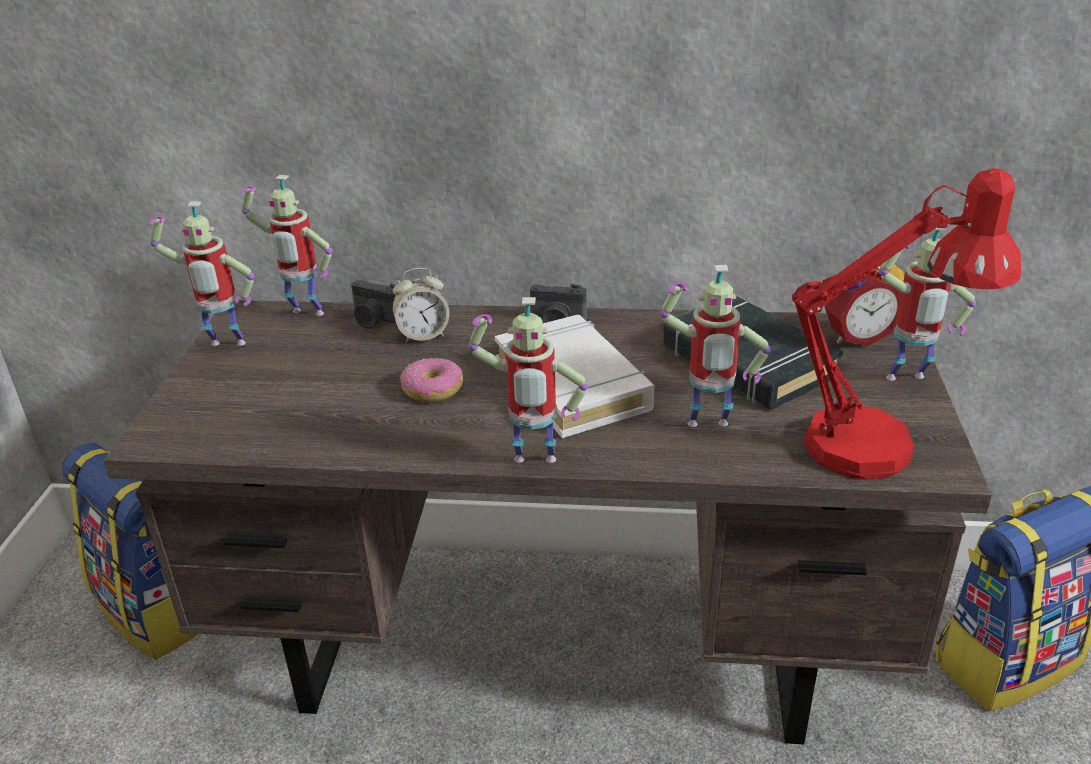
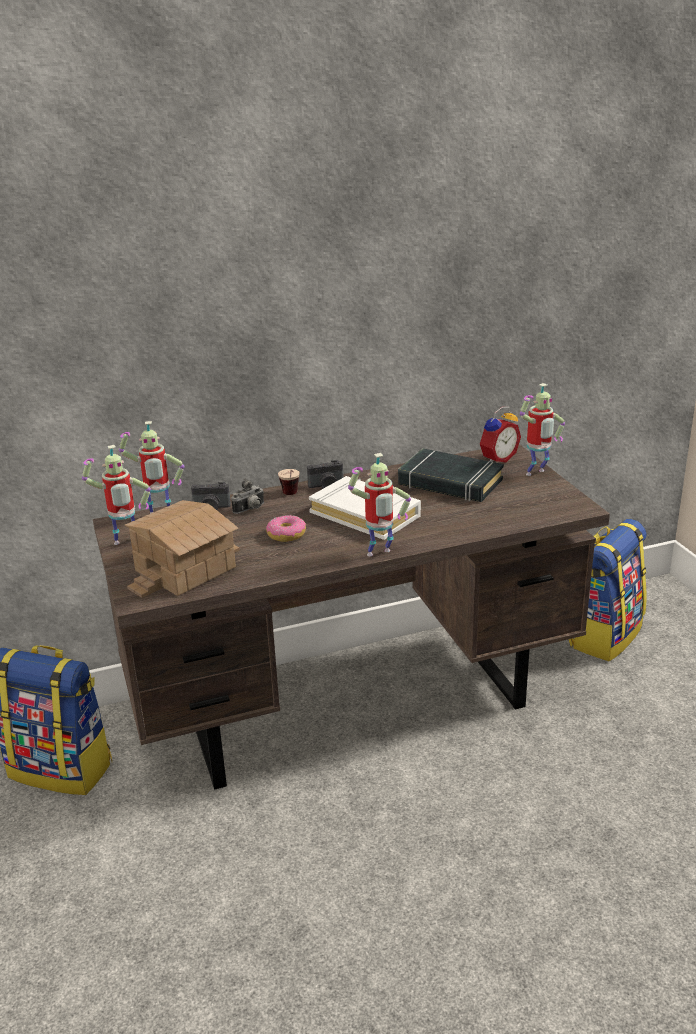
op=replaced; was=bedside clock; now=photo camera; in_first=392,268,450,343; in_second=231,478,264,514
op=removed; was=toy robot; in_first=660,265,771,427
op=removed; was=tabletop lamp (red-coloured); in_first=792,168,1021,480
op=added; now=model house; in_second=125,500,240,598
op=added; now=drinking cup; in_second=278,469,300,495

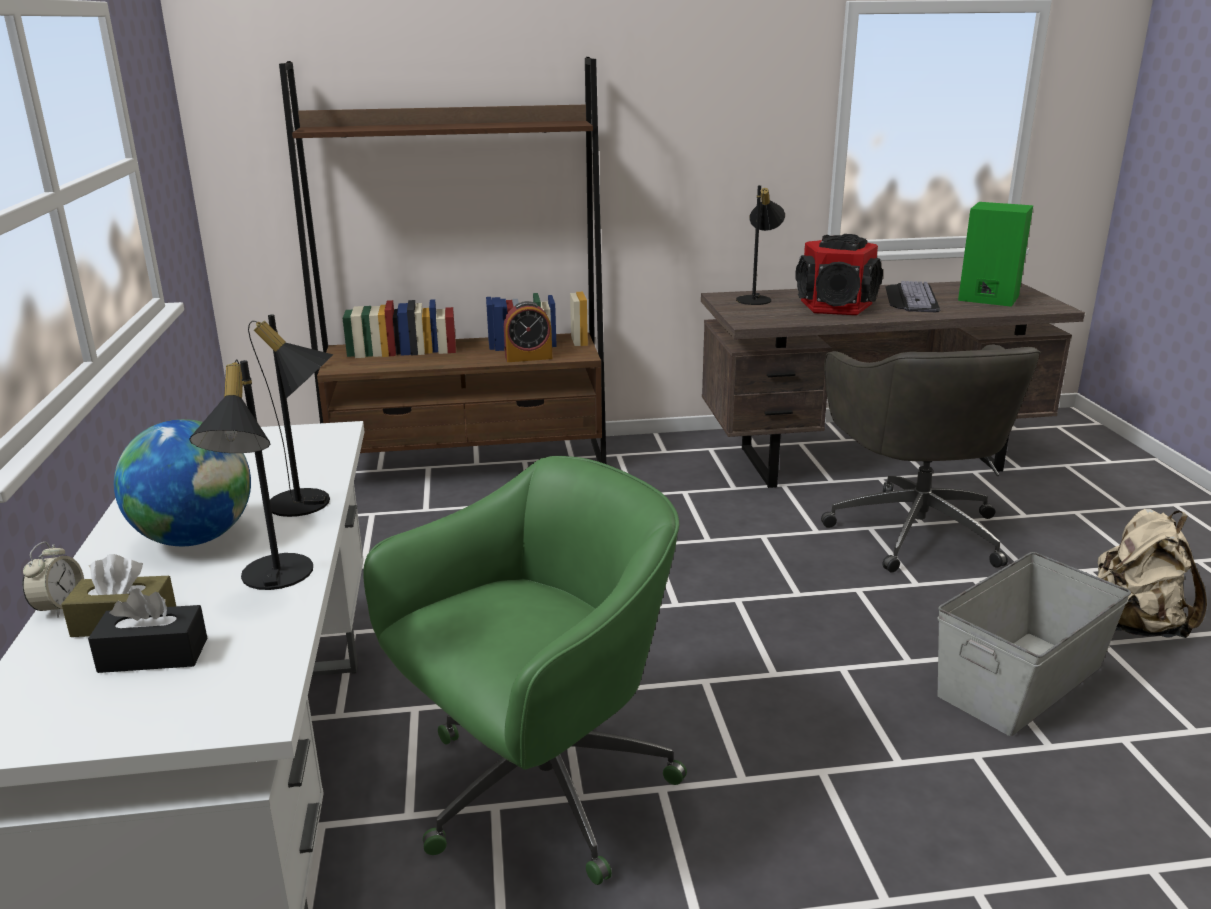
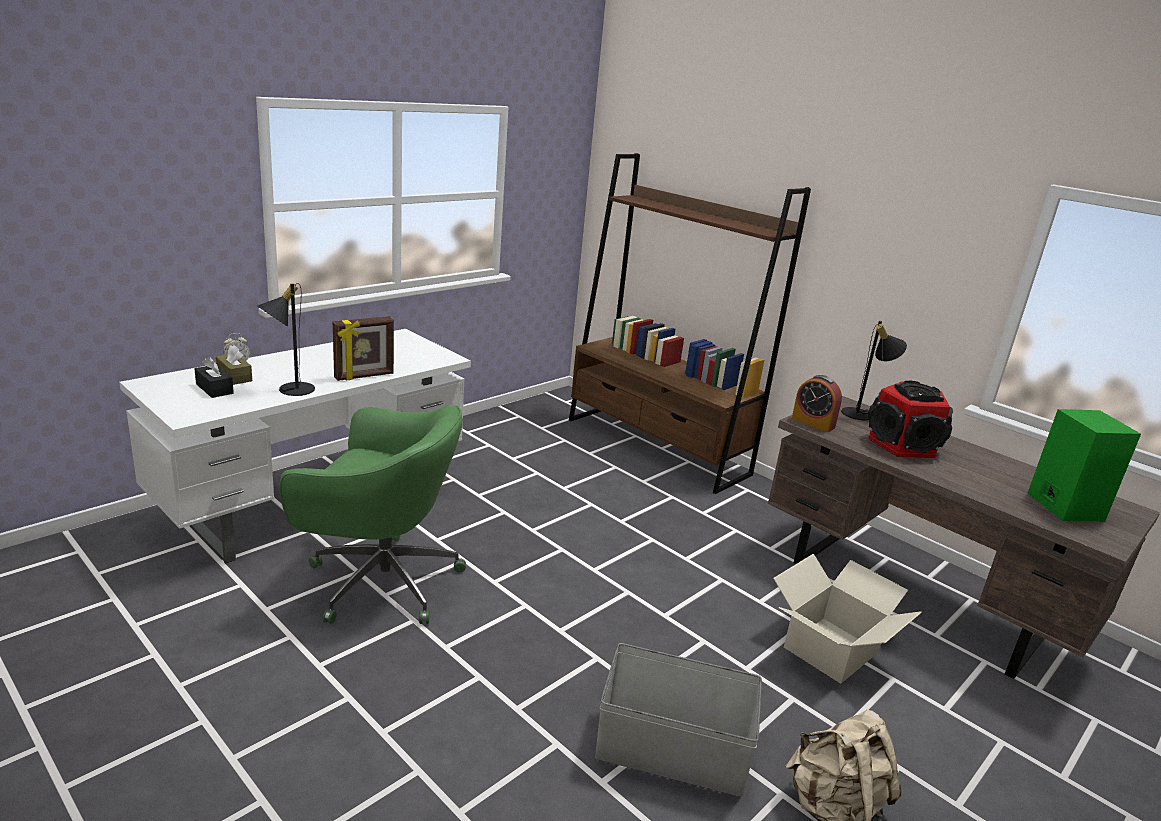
op=removed; was=globe; in_first=114,419,251,546
op=replaced; was=tabletop lamp (blackish); now=picture frame; in_first=248,314,333,517; in_second=333,316,394,381
op=moved; was=bedside clock; in_first=504,301,552,362; in_second=792,375,842,432
op=replaced; was=desk chair (gray); now=cardboard box; in_first=821,345,1041,573; in_second=773,554,922,684
op=removed; was=computer keyboard; in_first=885,281,940,312

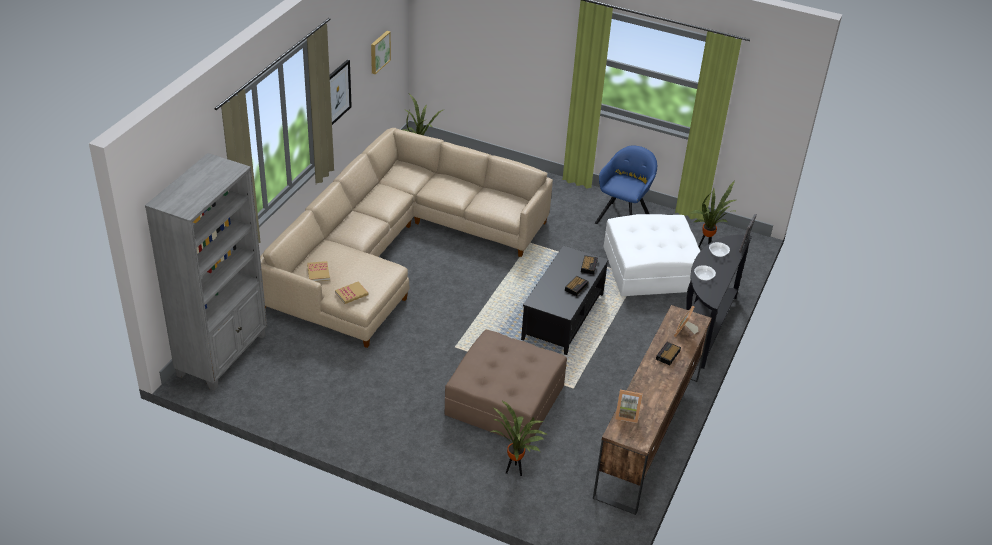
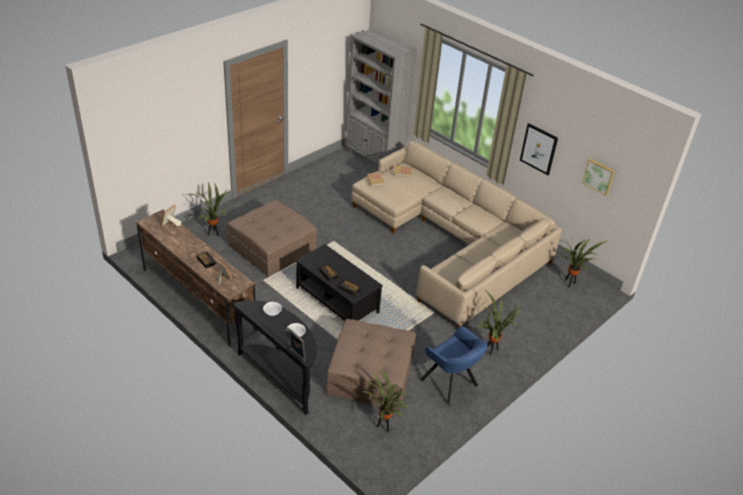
op=recoloured; was=ottoman (whitish); now=ottoman (brown); in_first=604,214,700,296; in_second=326,319,416,409
op=added; now=potted plant; in_second=478,289,522,355

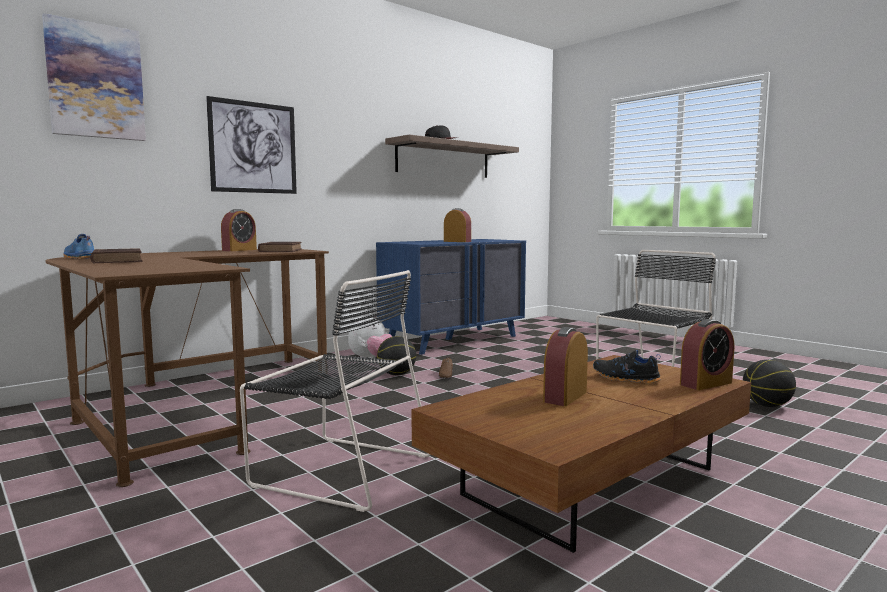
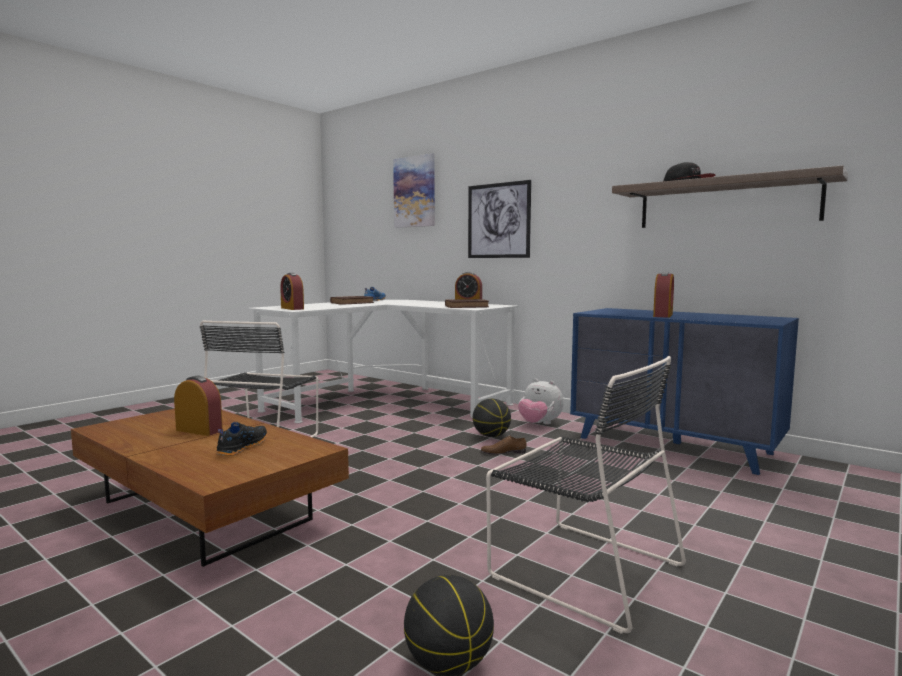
op=recoloured; was=desk (brown); now=desk (whitish); in_first=45,249,329,487; in_second=248,300,519,423
op=moved; was=bedside clock; in_first=680,319,734,390; in_second=280,273,304,310

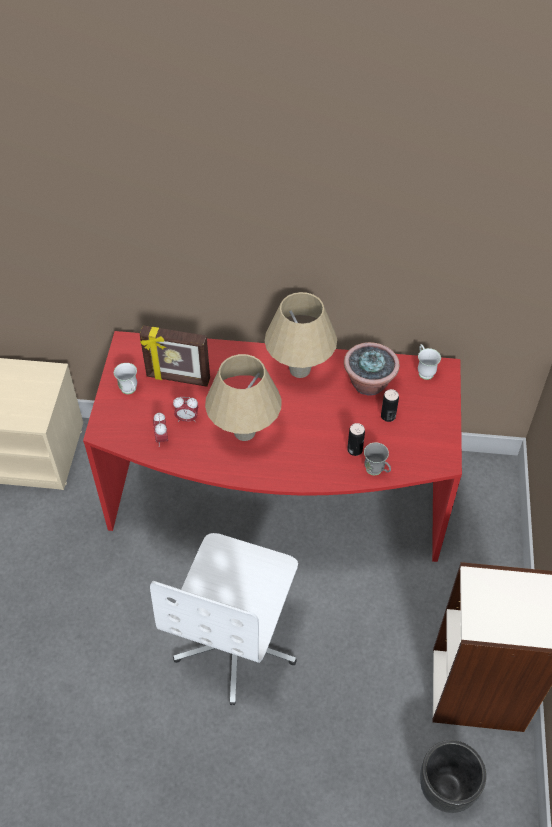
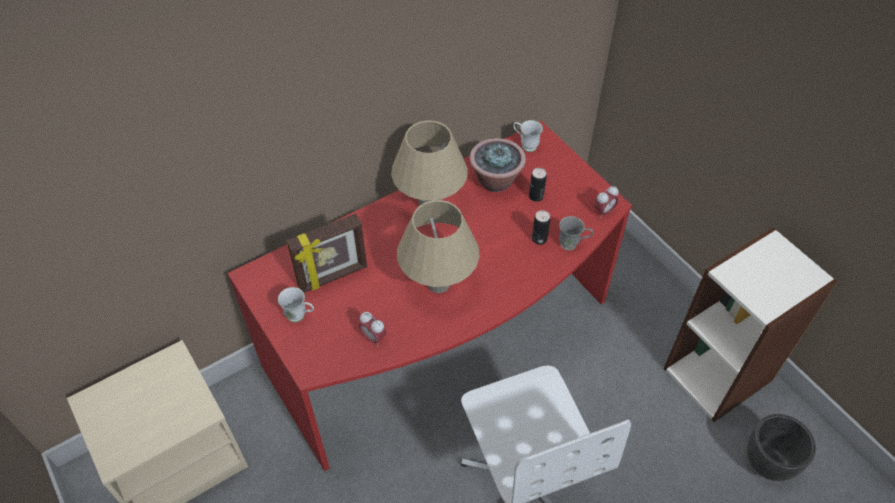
op=moved; was=bedside clock; in_first=173,397,199,423; in_second=594,186,619,219

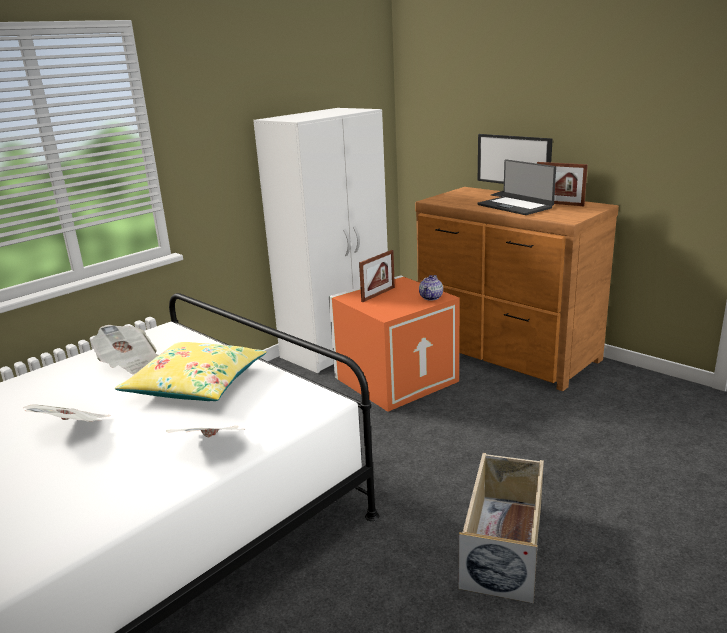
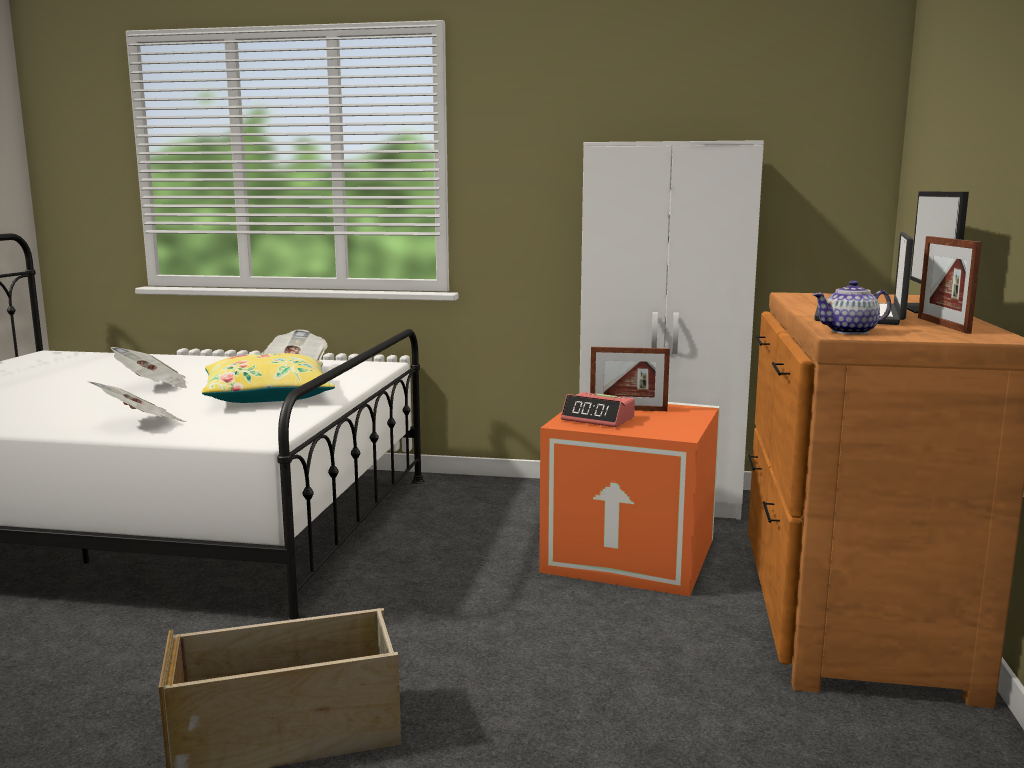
op=moved; was=tea pot; in_first=419,275,443,301; in_second=813,280,891,335
op=added; now=bedside clock; in_second=561,392,635,427

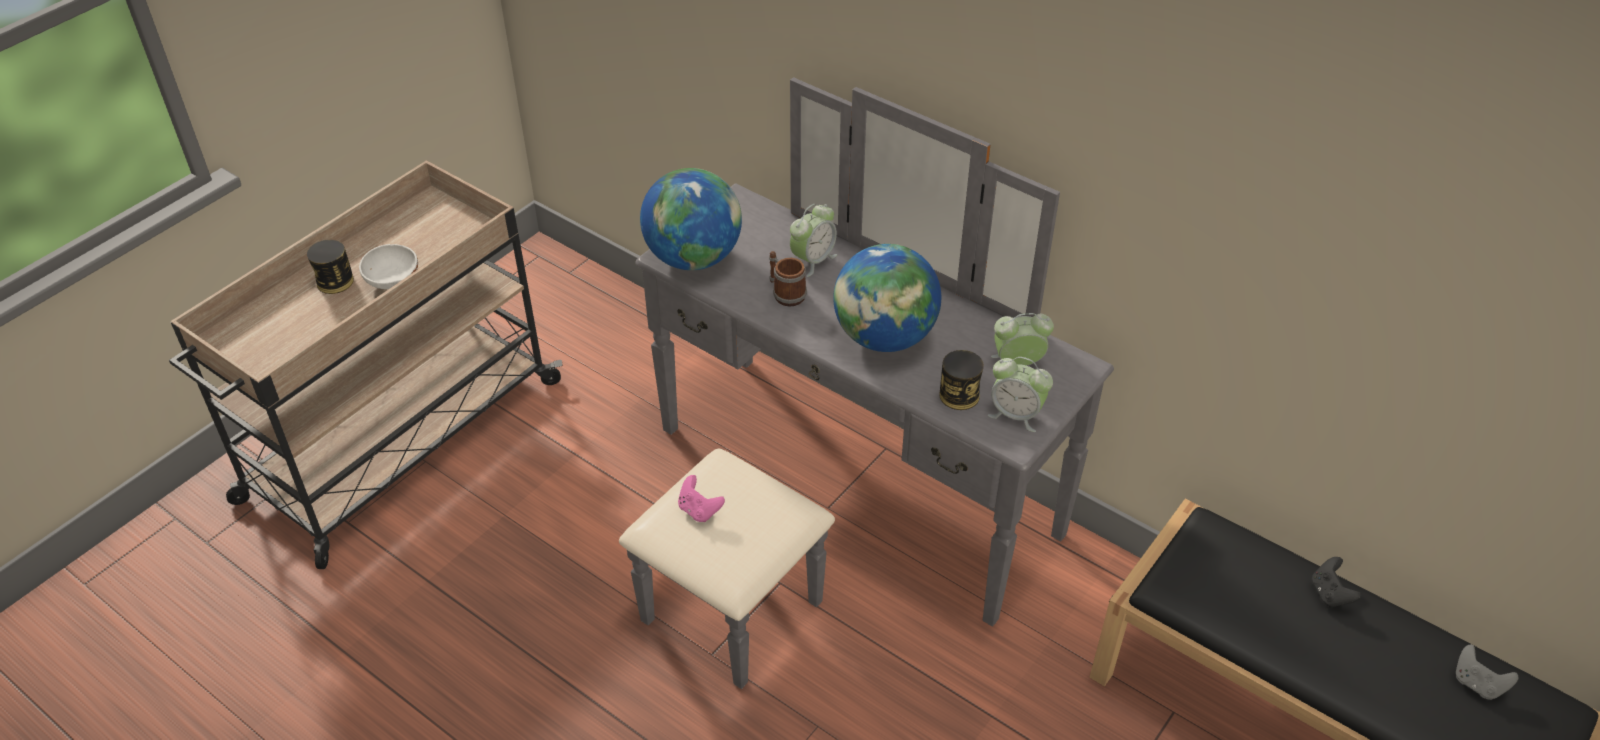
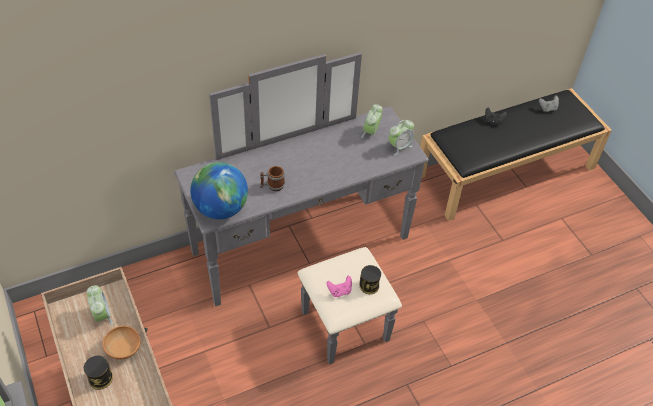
op=recoloured; was=deep dish (whitish); now=deep dish (brown); in_first=359,244,418,289; in_second=103,326,140,360
op=moved; was=bedside clock; in_first=790,204,837,277; in_second=87,285,113,325
op=removed; was=globe; in_first=833,244,941,352
op=moved; was=metal can; in_first=939,350,984,410; in_second=360,265,381,294

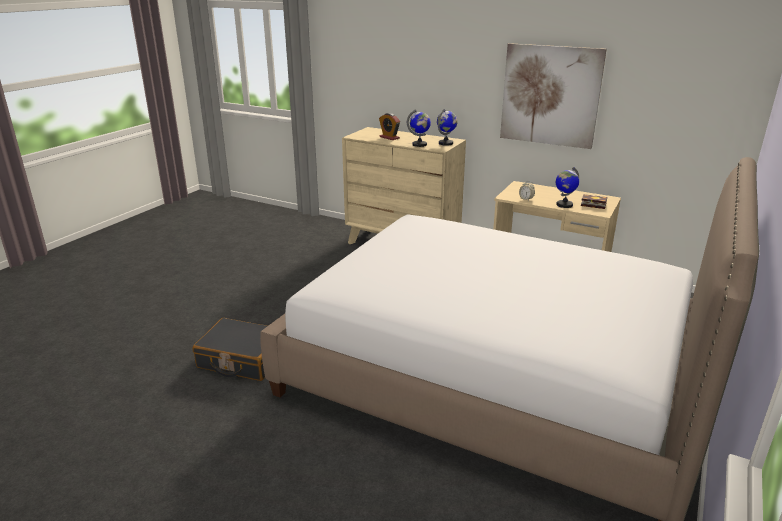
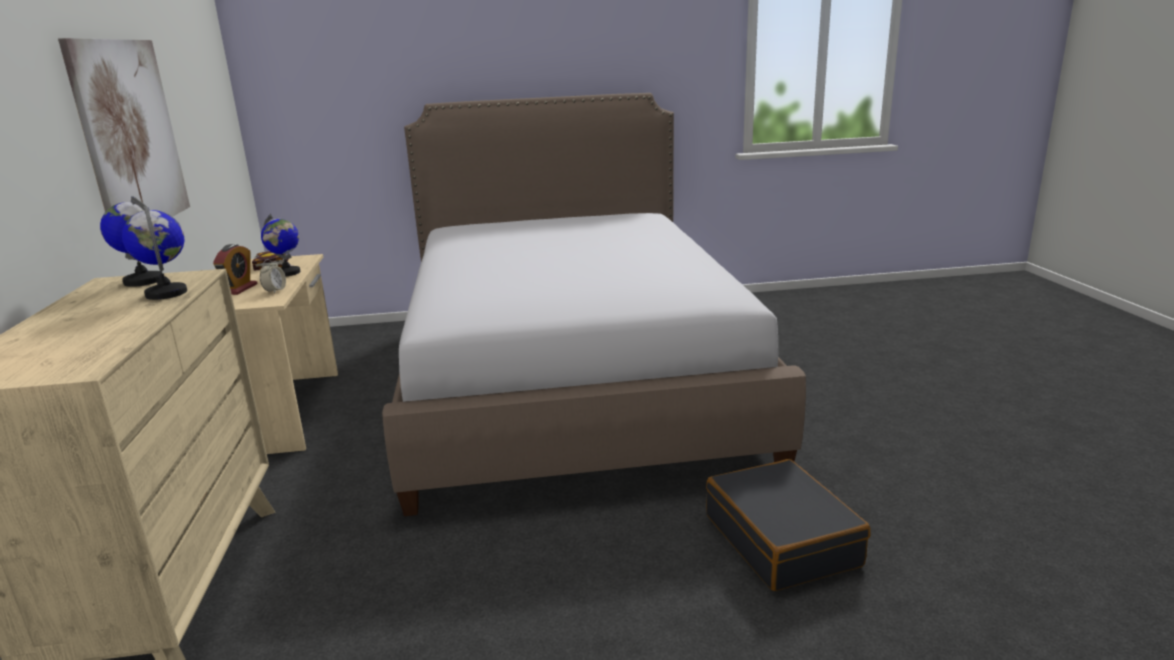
op=moved; was=bedside clock; in_first=379,113,400,140; in_second=213,244,257,295

